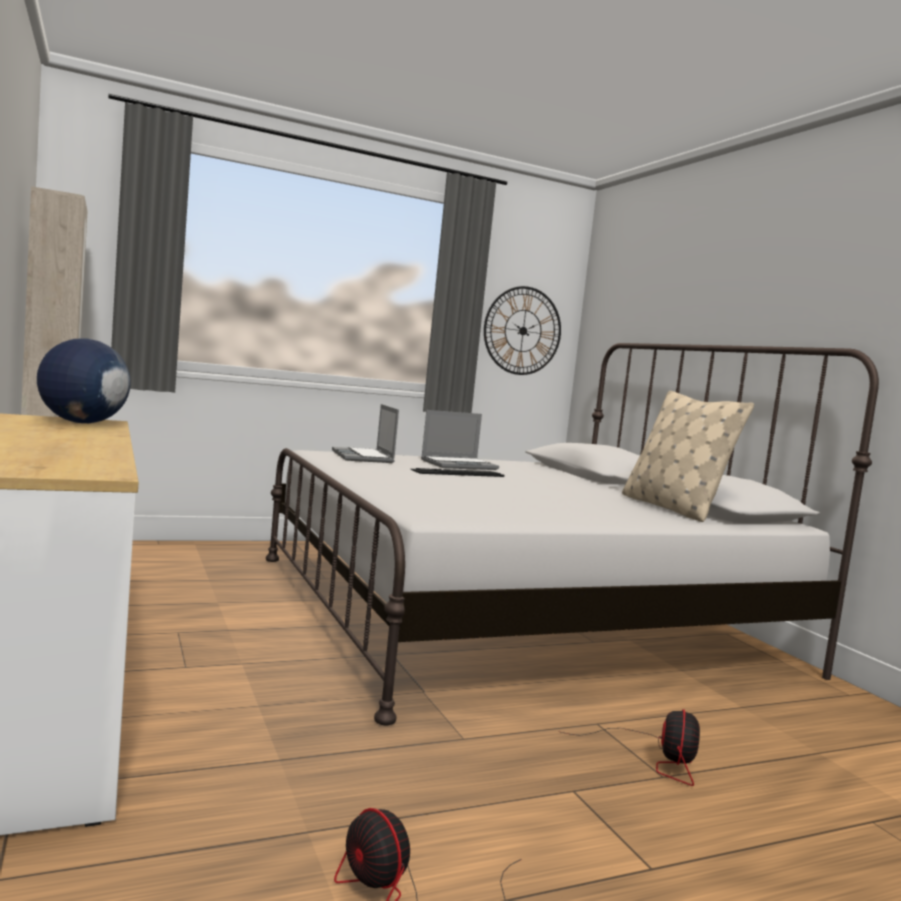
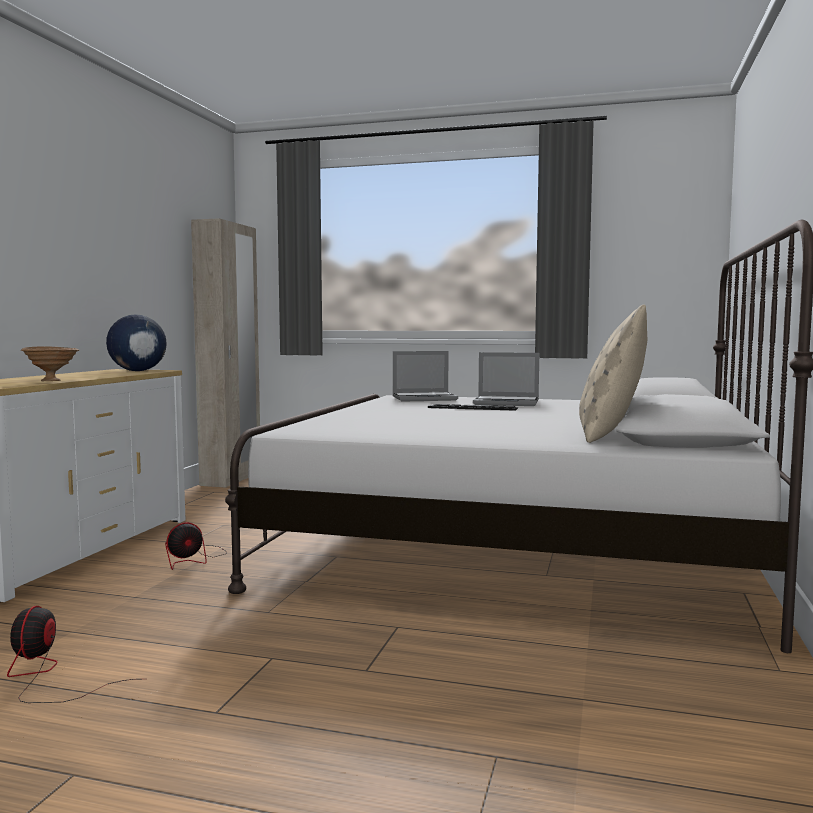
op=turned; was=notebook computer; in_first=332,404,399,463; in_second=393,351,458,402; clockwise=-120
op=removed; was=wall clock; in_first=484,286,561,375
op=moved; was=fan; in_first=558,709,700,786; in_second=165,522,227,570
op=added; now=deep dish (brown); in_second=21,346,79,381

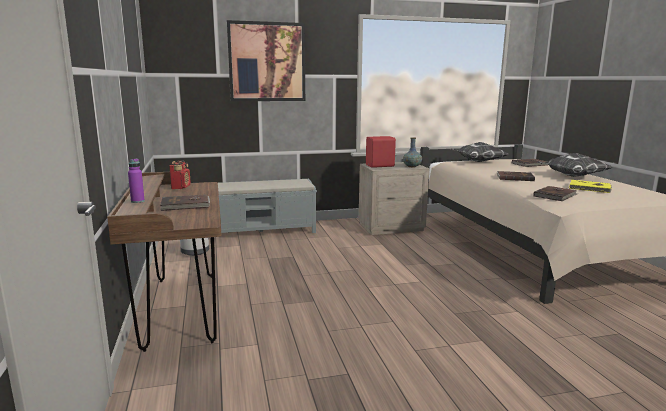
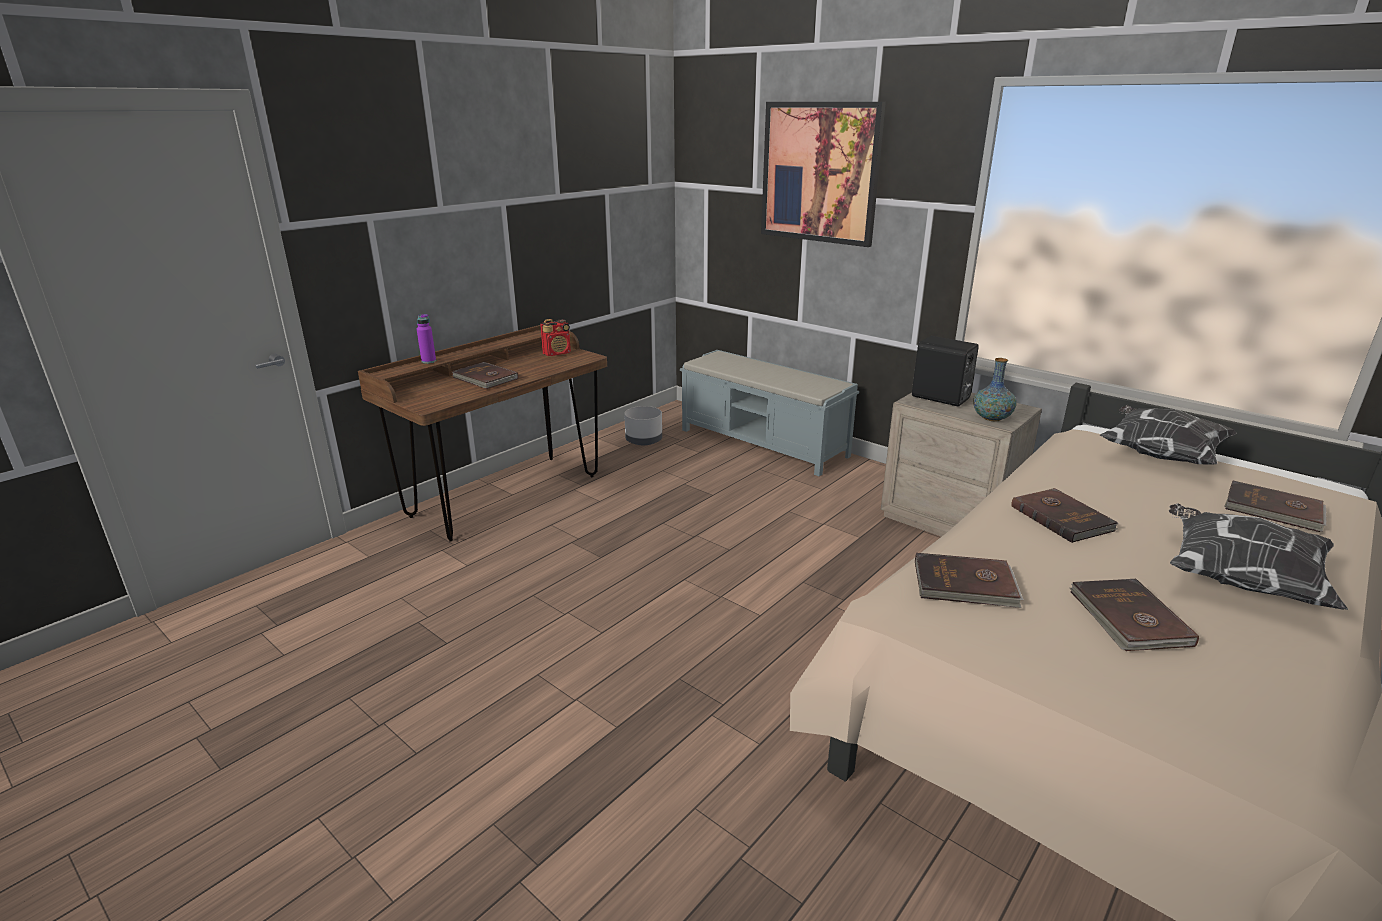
op=recoloured; was=speaker (red-coloured); now=speaker (blackish); in_first=366,136,396,168; in_second=912,336,979,406
op=recoloured; was=bound book (yellow-coloured); now=bound book (brown); in_first=569,180,612,193; in_second=1070,578,1199,651

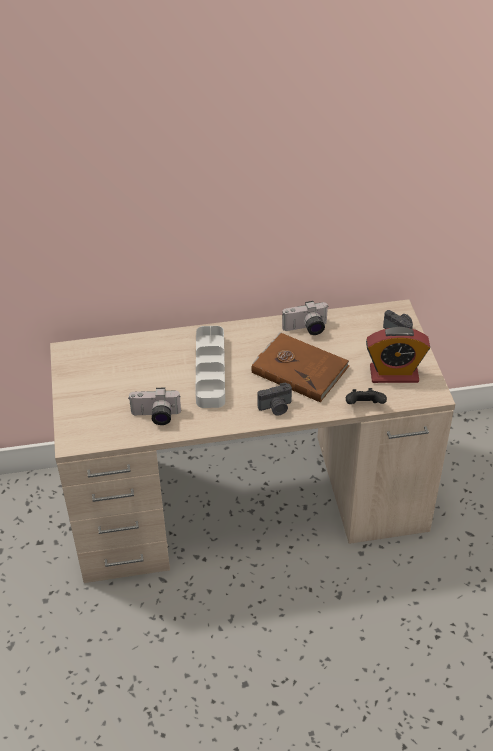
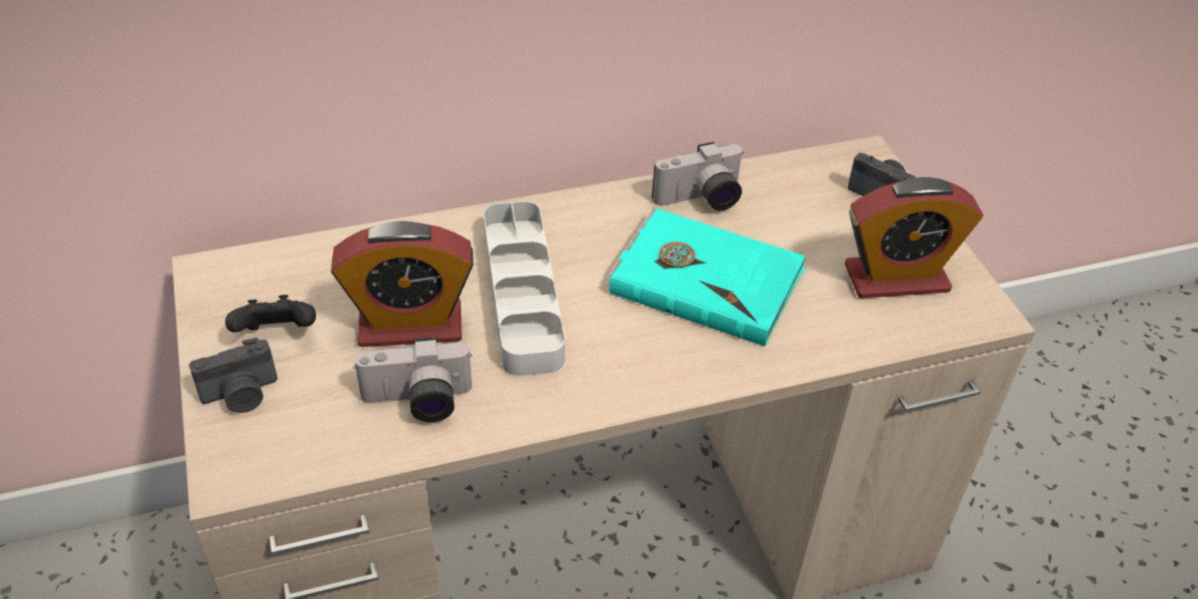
op=recoloured; was=bound book (brown); now=bound book (blue-green); in_first=251,332,350,403; in_second=609,207,806,346
op=moved; was=photo camera; in_first=257,383,292,416; in_second=189,338,278,413
op=moved; was=gamepad (blackish); in_first=346,388,387,404; in_second=225,295,316,332
op=added; now=bedside clock; in_second=331,221,473,347

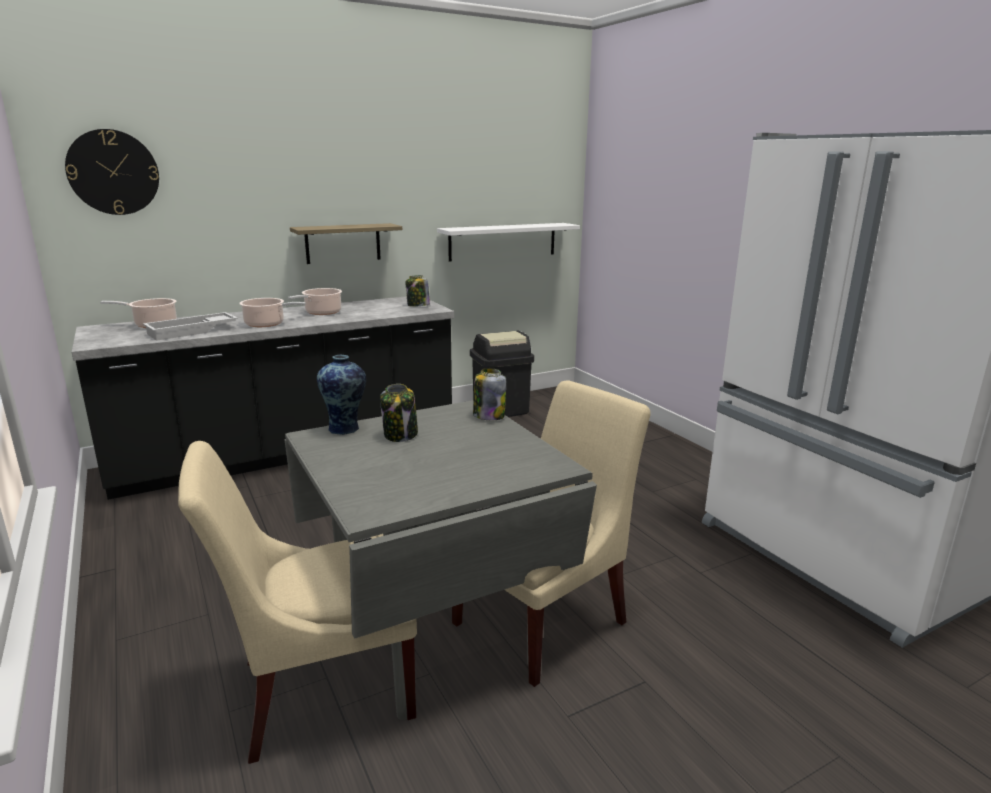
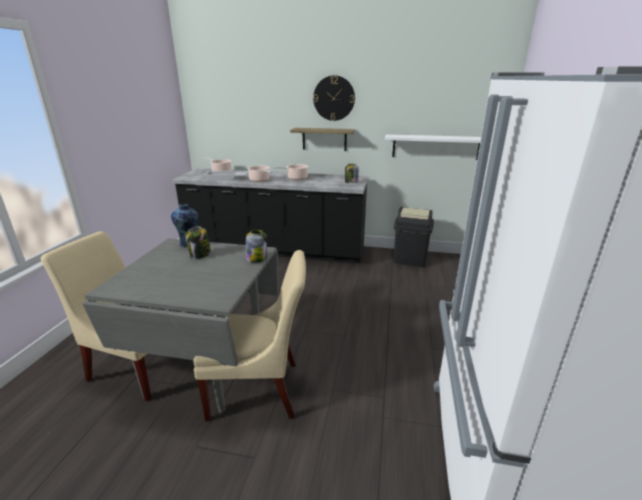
op=moved; was=wall clock; in_first=65,129,159,215; in_second=313,75,355,121

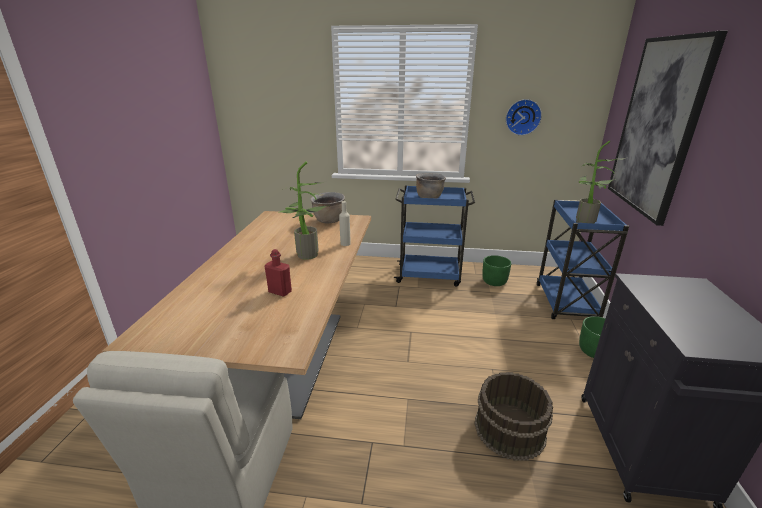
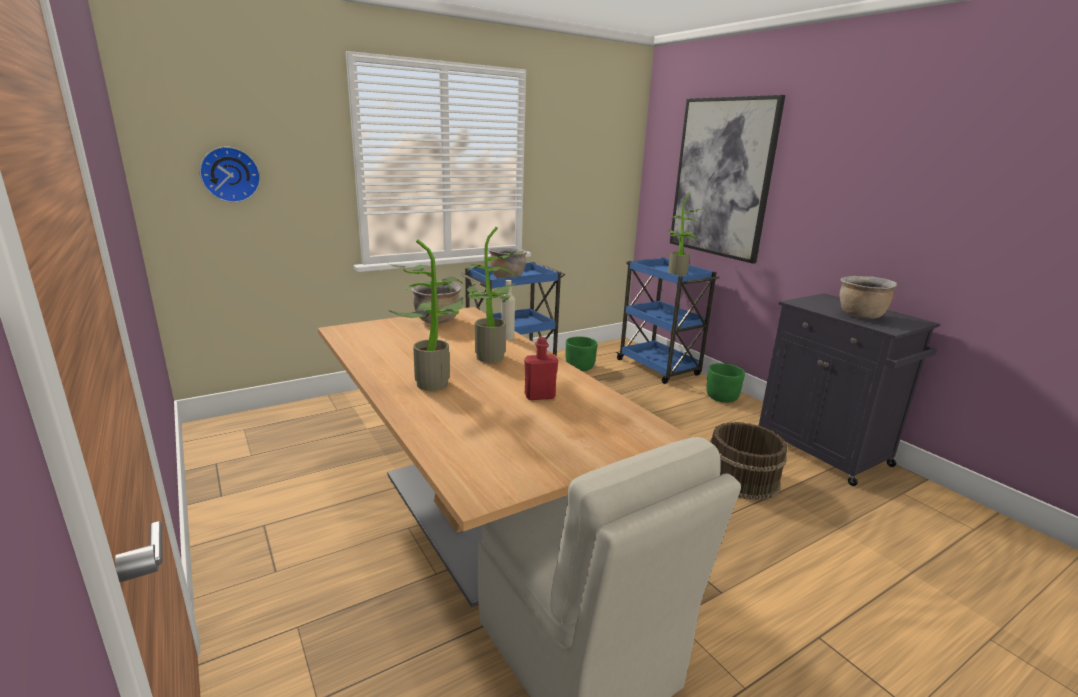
op=moved; was=wall clock; in_first=506,99,542,136; in_second=199,147,260,203
op=added; now=potted plant; in_second=388,239,464,391
op=added; now=stockpot (brown); in_second=840,276,897,319

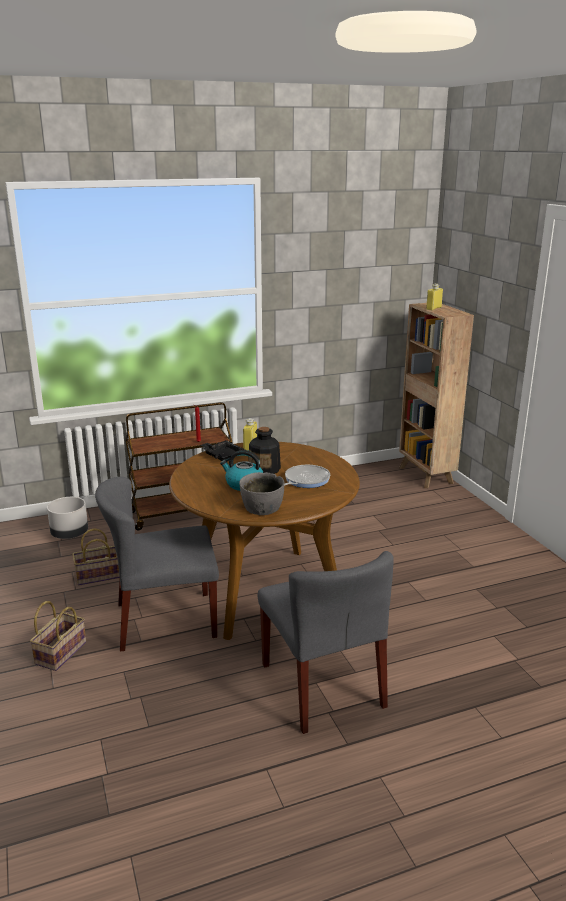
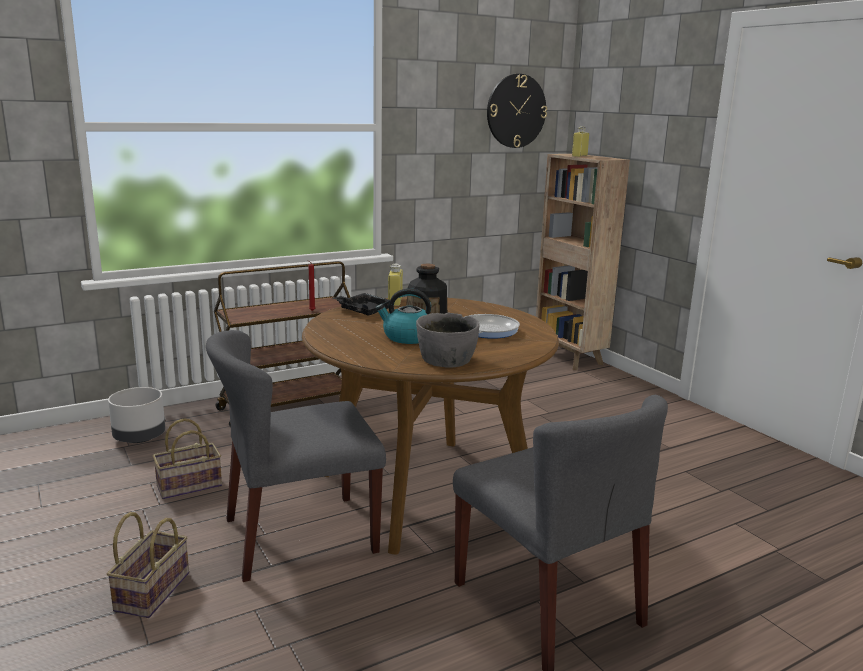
op=added; now=wall clock; in_second=487,74,547,148

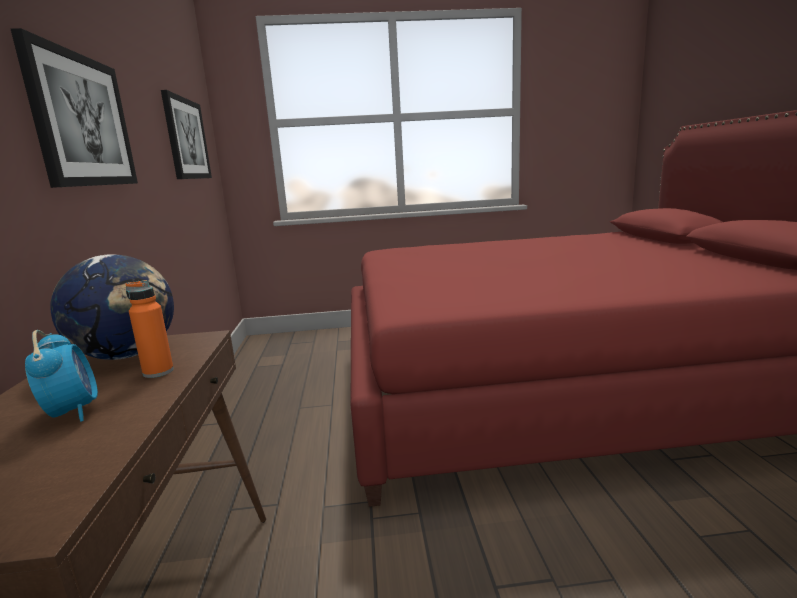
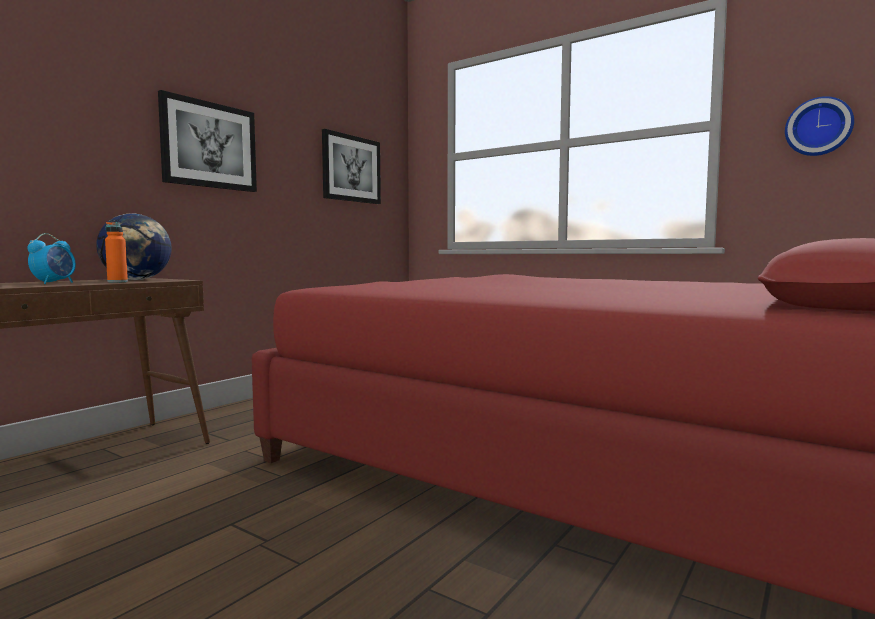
op=added; now=wall clock; in_second=785,96,854,156

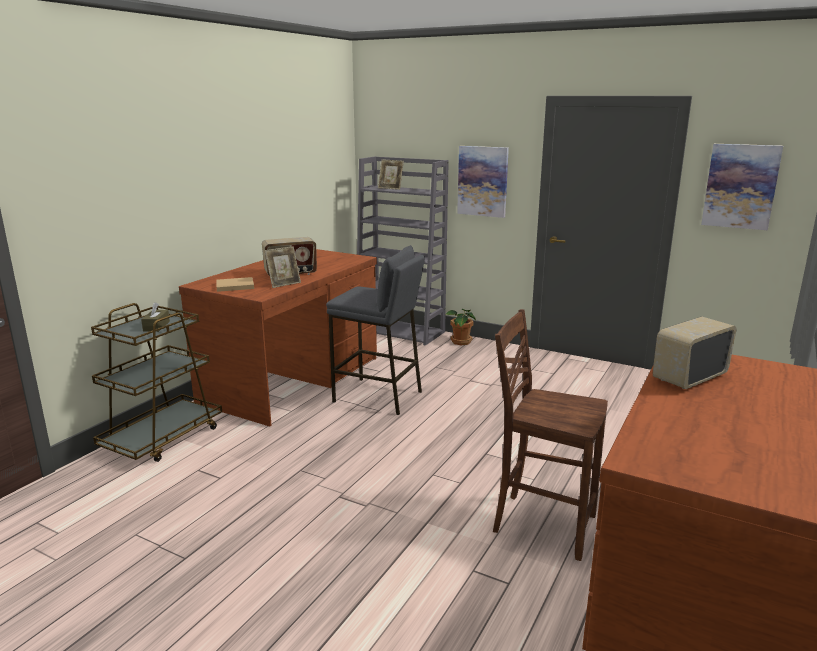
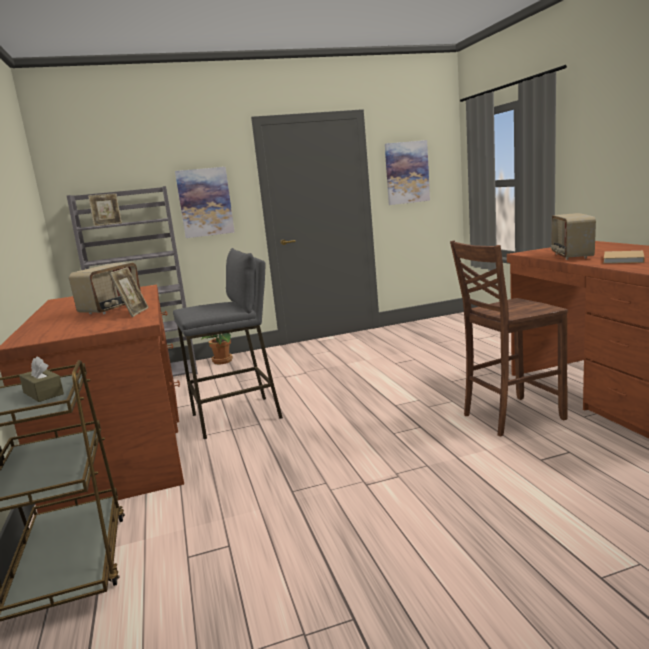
op=moved; was=bound book (beige-coloured); in_first=216,277,254,292; in_second=604,251,645,263

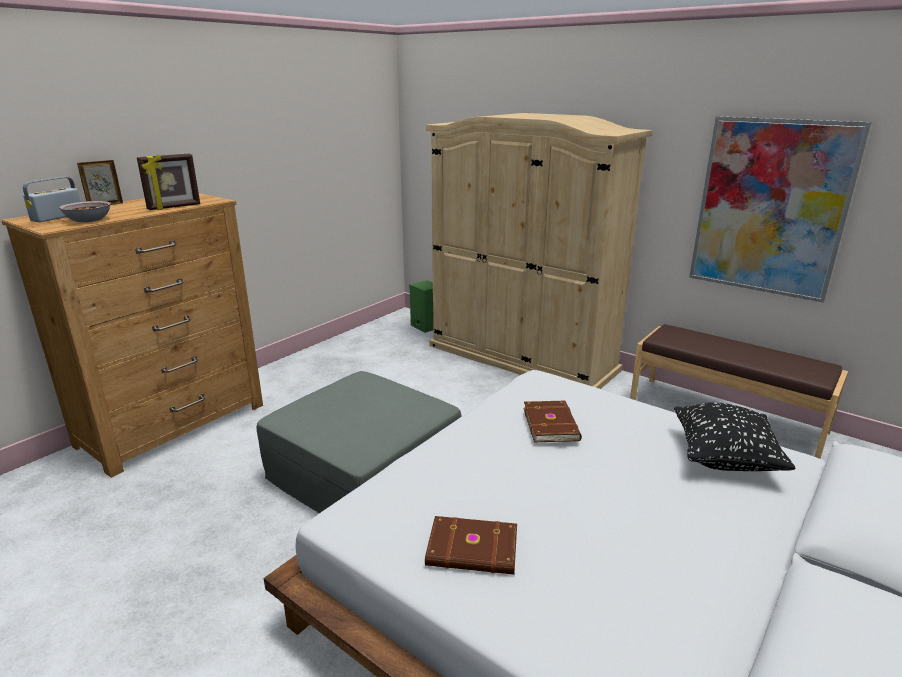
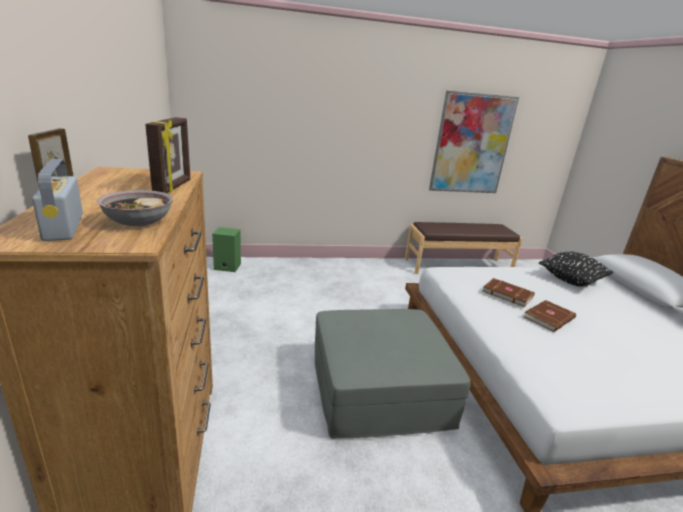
op=moved; was=bound book (brown); in_first=425,516,517,575; in_second=524,300,576,332
op=removed; was=clothes cupboard (beige-coloured); in_first=426,113,653,389

